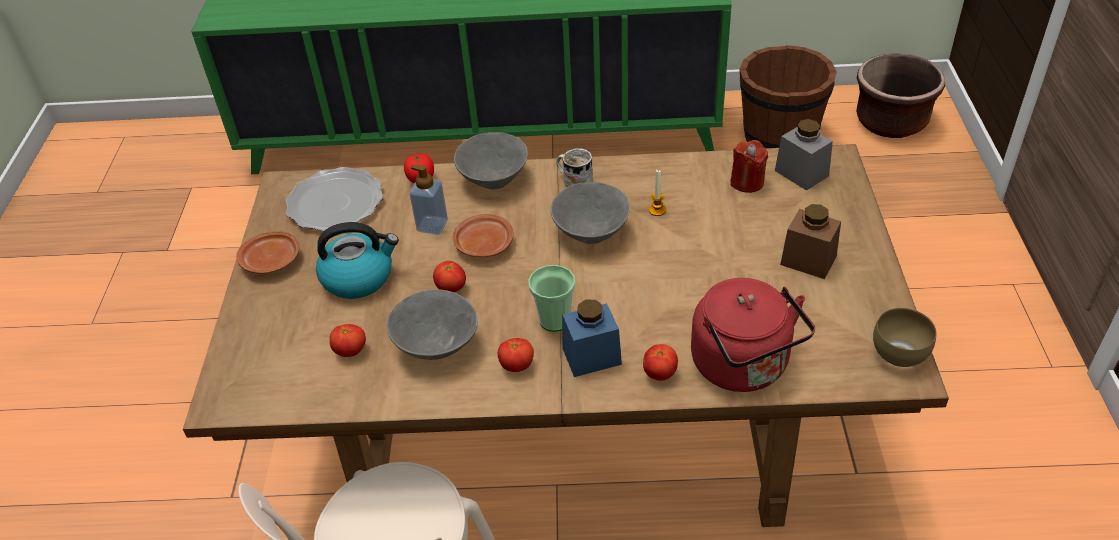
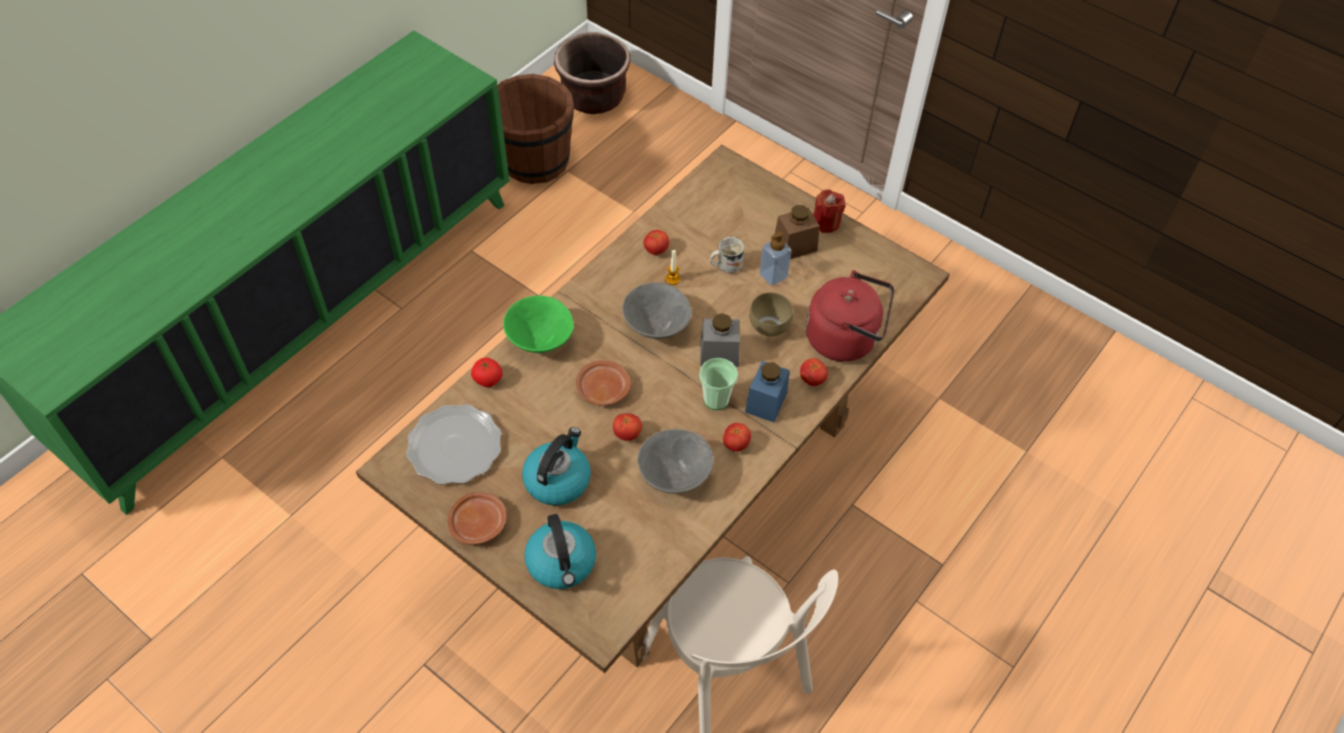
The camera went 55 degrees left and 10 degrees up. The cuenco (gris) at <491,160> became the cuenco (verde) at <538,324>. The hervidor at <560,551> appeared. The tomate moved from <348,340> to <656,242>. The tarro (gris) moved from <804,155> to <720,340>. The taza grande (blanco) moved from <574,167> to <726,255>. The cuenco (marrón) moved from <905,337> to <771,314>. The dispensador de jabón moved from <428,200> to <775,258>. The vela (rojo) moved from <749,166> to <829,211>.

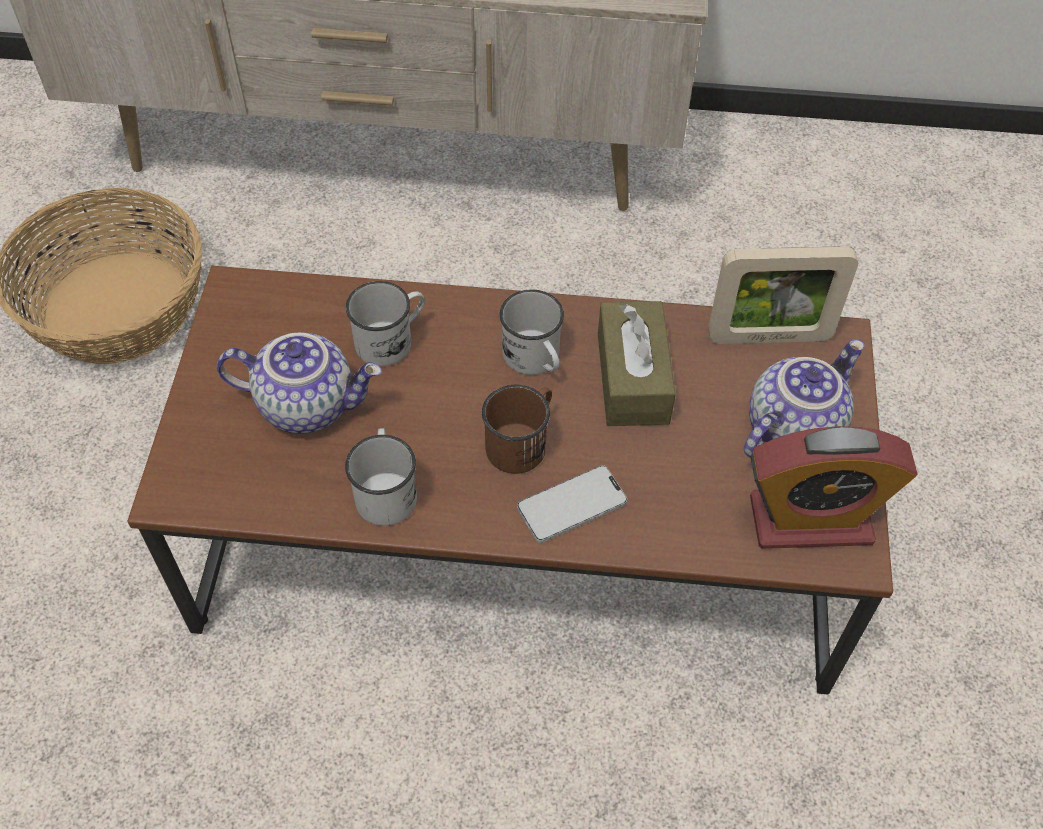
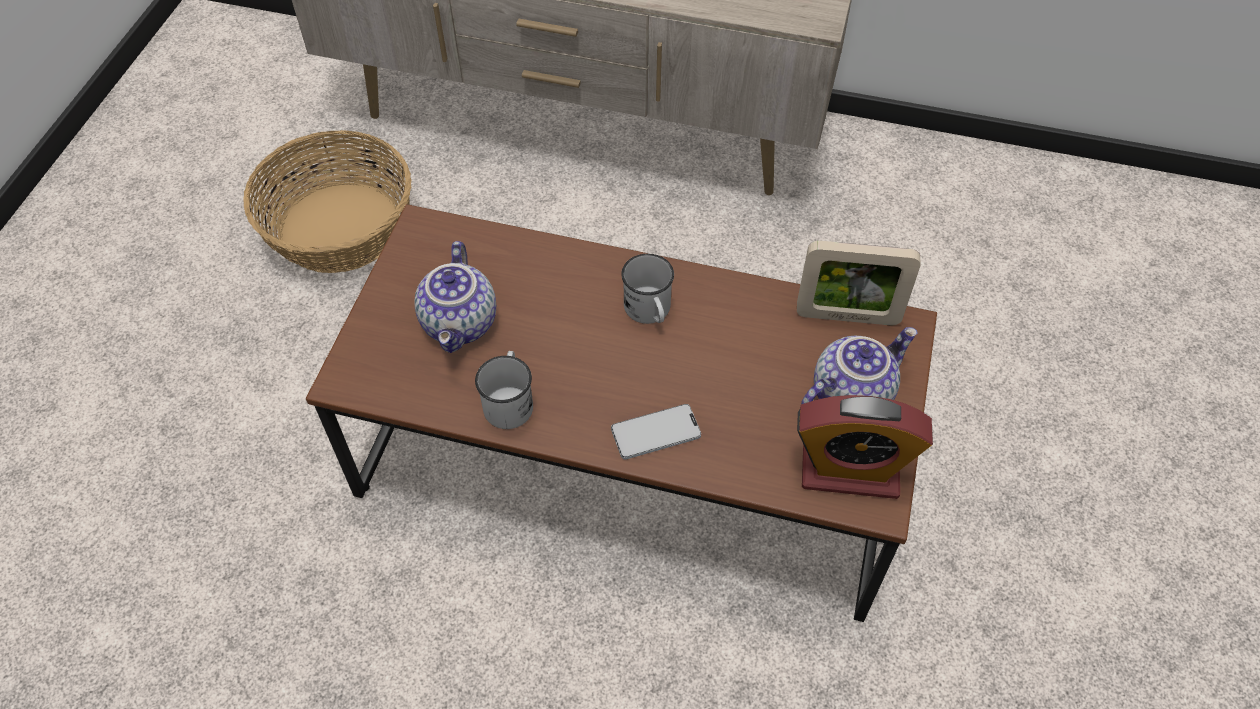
The camera went 10 degrees right and 0 degrees up. The tetera at <299,383> turned 75 degrees clockwise. The taza grande (blanco) at <385,323> disappeared. The taza grande (marrón) at <517,429> disappeared. The caja de pañuelos (marrón) at <637,363> disappeared.

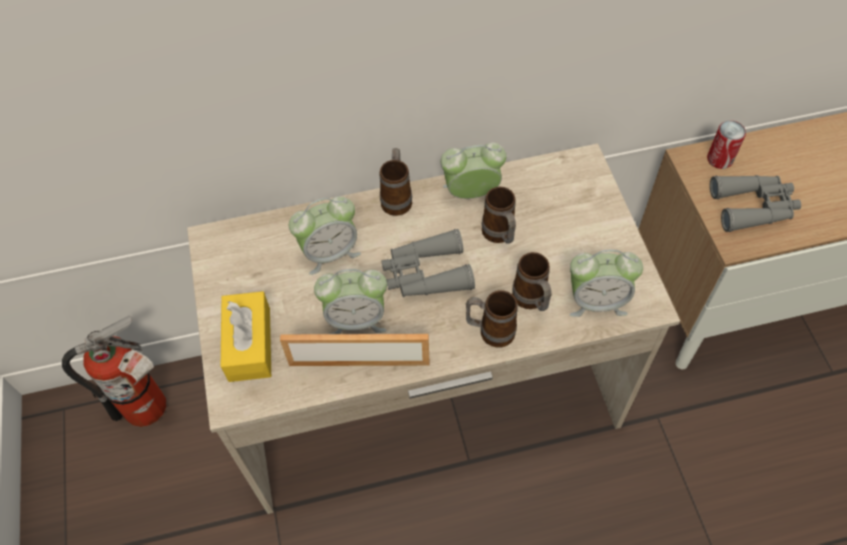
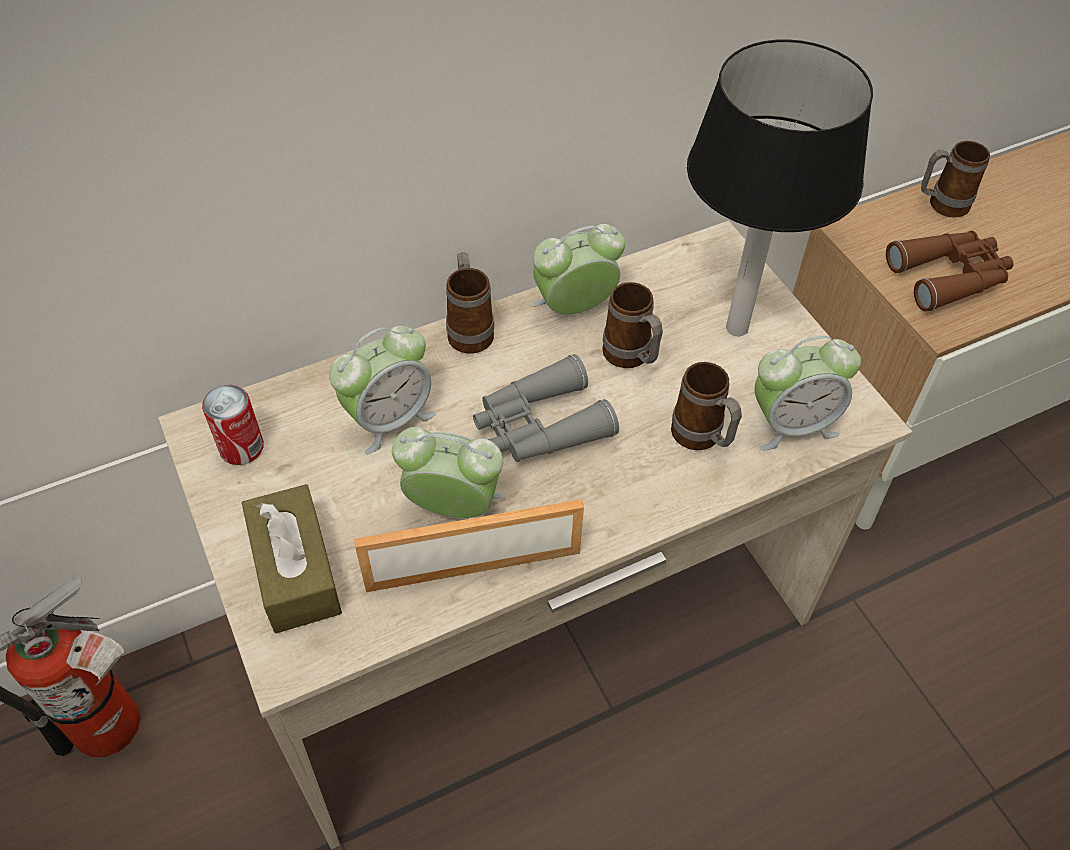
The camera went 15 degrees left and 5 degrees down. The lata moved from <726,145> to <233,425>. The caja de pañuelos (amarillo) at <246,336> became the caja de pañuelos (marrón) at <292,558>. The despertador at <350,301> turned 150 degrees counterclockwise. The lámpara de mesa at <780,187> appeared. The prismáticos (gris) at <755,203> became the prismáticos (marrón) at <950,271>. The taza grande moved from <492,319> to <955,179>.

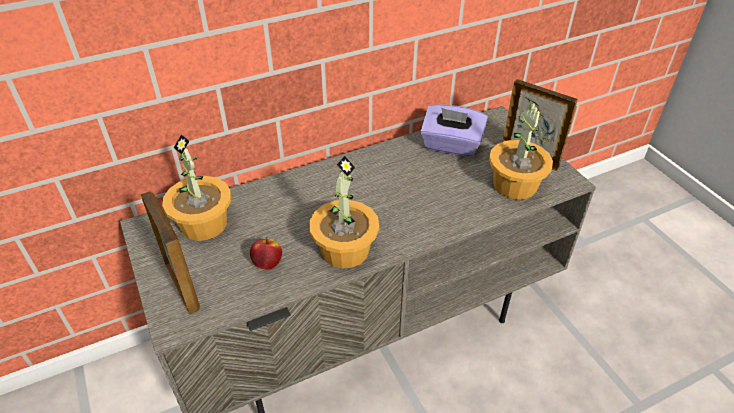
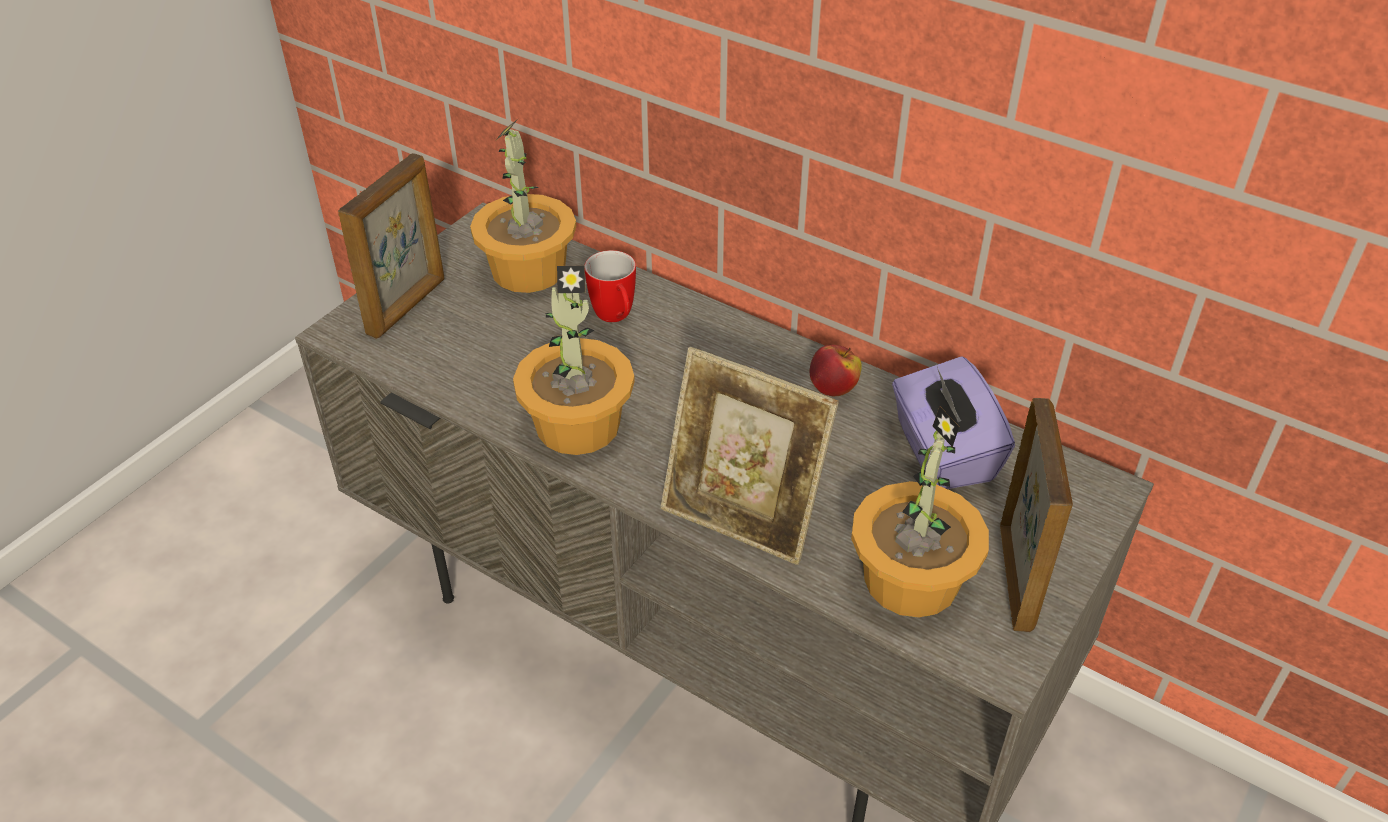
The camera went 60 degrees right and 0 degrees up. The taza grande at <610,286> appeared. The portarretratos at <750,456> appeared. The manzana moved from <266,253> to <836,370>.

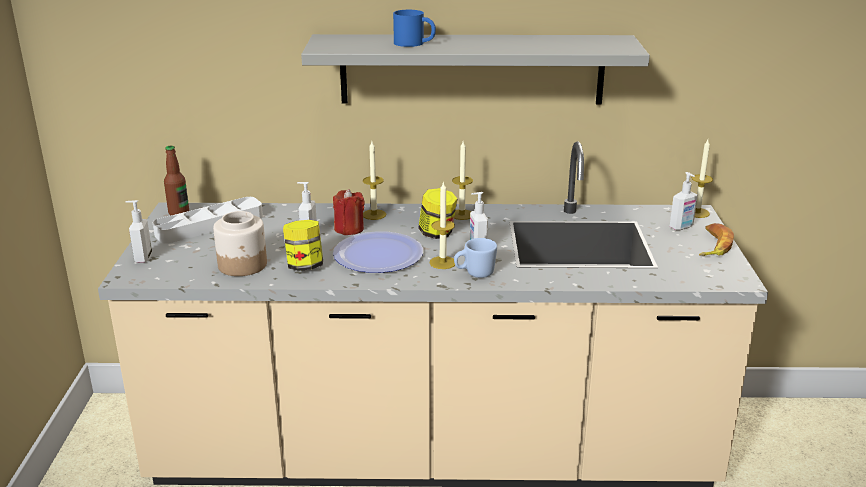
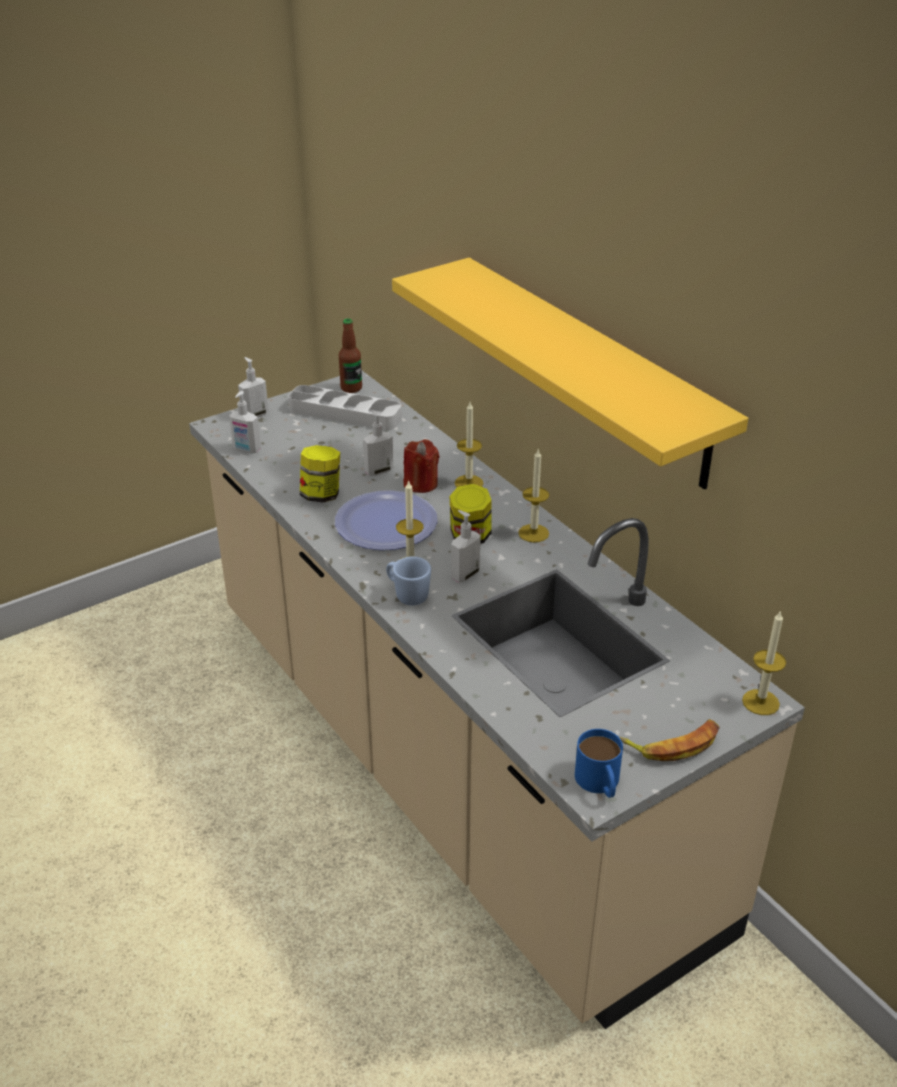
The camera went 55 degrees right and 10 degrees up. The dispensador de jabón moved from <684,201> to <245,422>. The estante (gris) at <475,69> became the estante (amarillo) at <570,374>. The taza grande (azul) moved from <414,28> to <599,763>. The tarro at <240,243> disappeared.

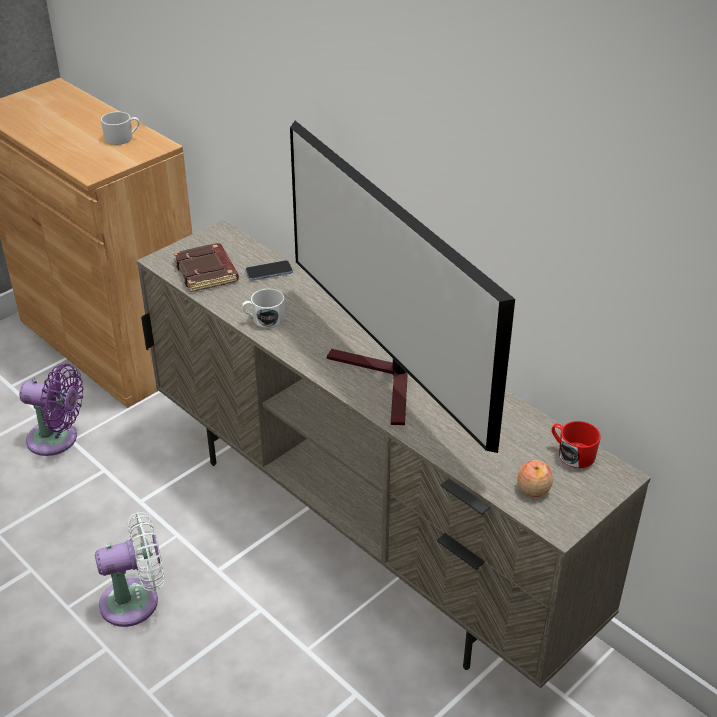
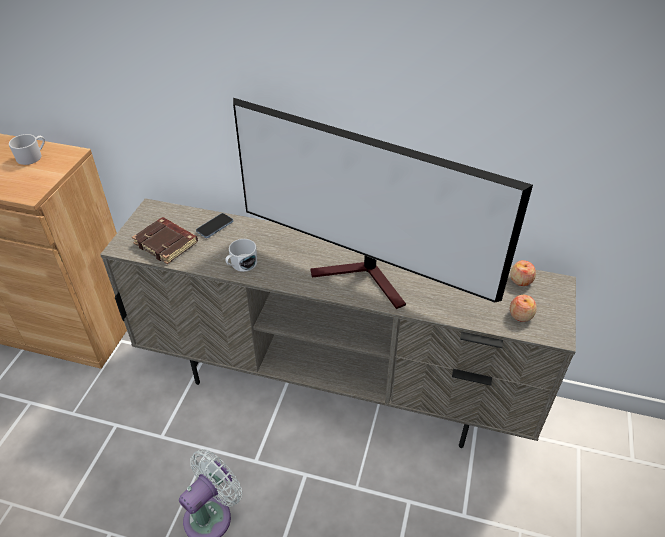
The camera went 30 degrees left and 5 degrees up. The taza grande (rojo) at <576,444> was replaced by the manzana at <523,273>. The ventilador (morado) at <51,410> disappeared.

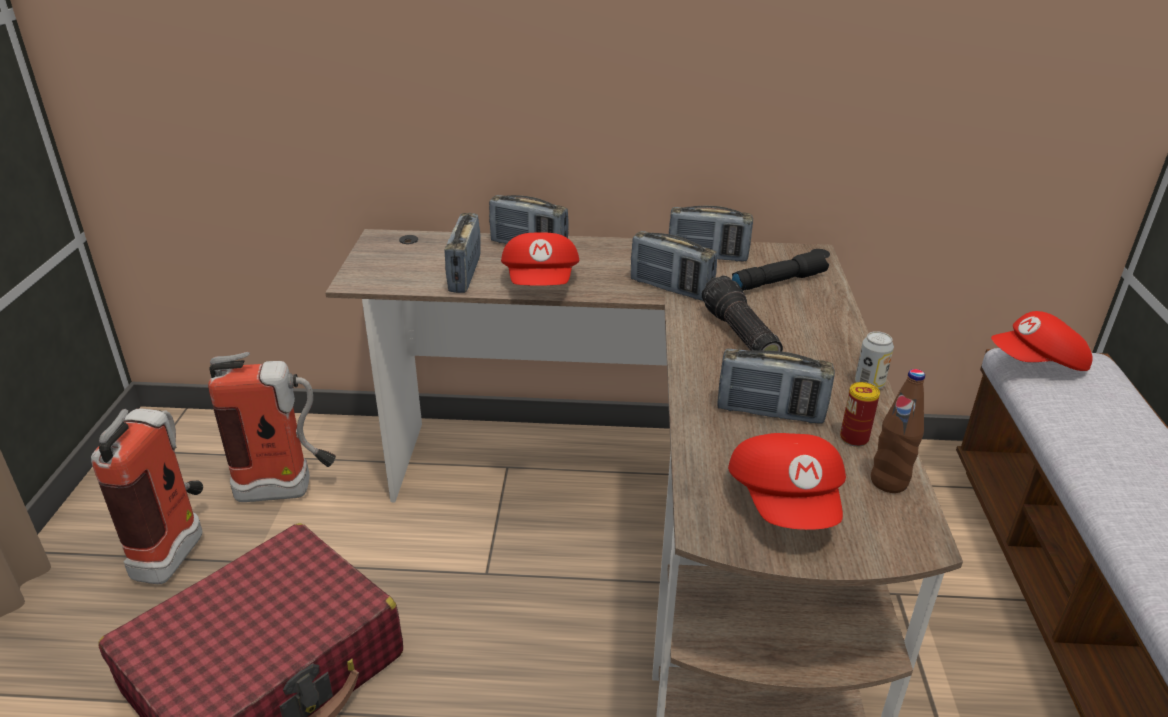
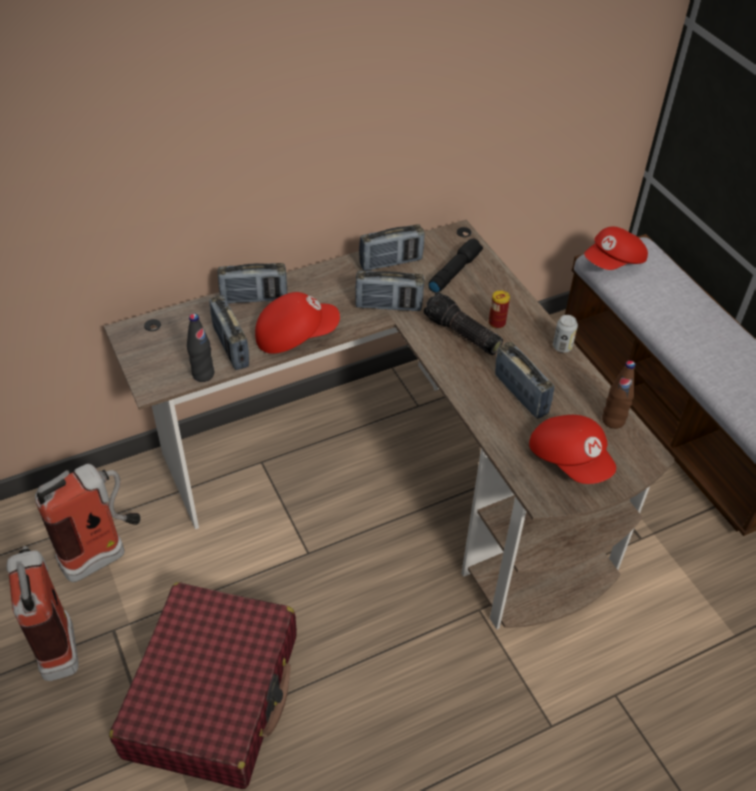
The camera went 30 degrees left and 15 degrees up. The botella (negro) at <200,348> appeared. The gorra (rojo) at <540,259> turned 75 degrees counterclockwise. The lata moved from <860,414> to <499,309>. The radio at <776,386> turned 105 degrees counterclockwise.

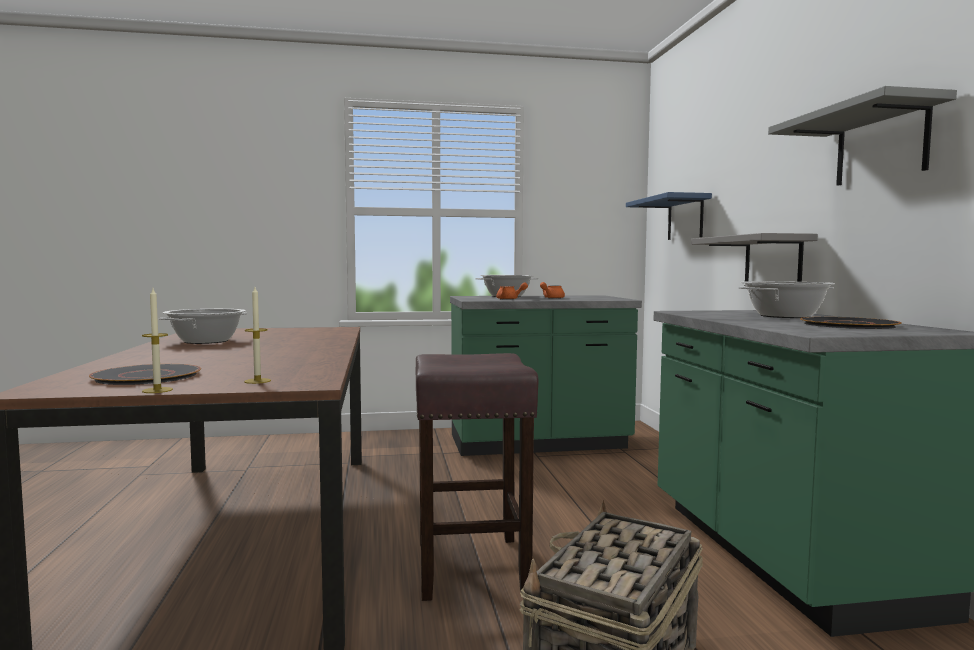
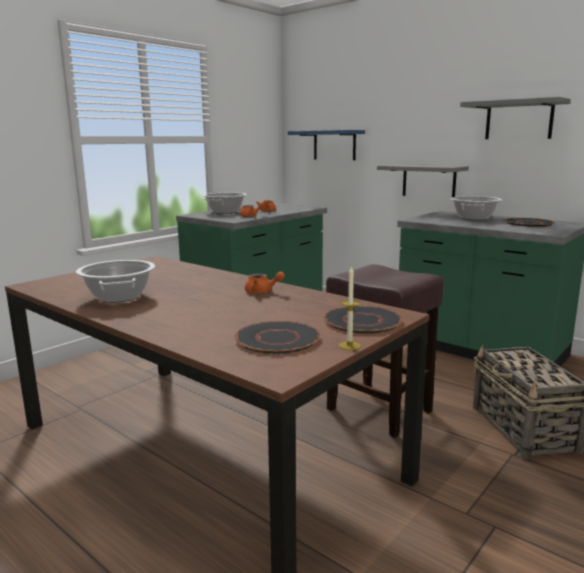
The camera went 40 degrees left and 10 degrees up. The tetera (naranja) at <265,283> appeared. The vela at <257,335> was replaced by the plato (negro) at <363,320>.

